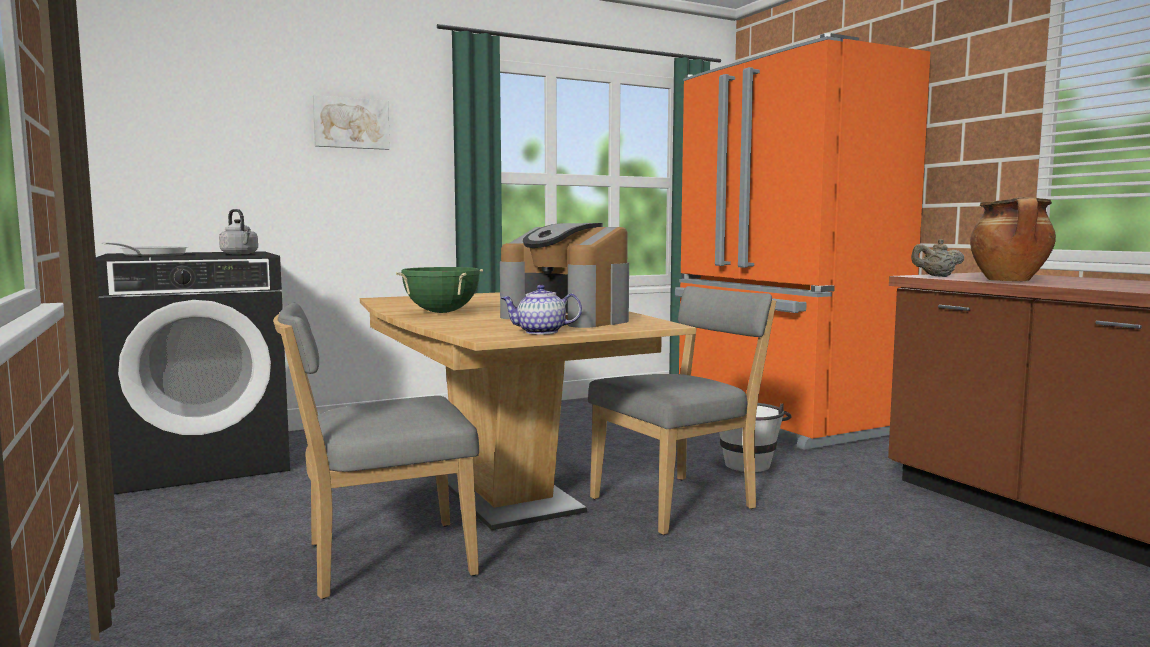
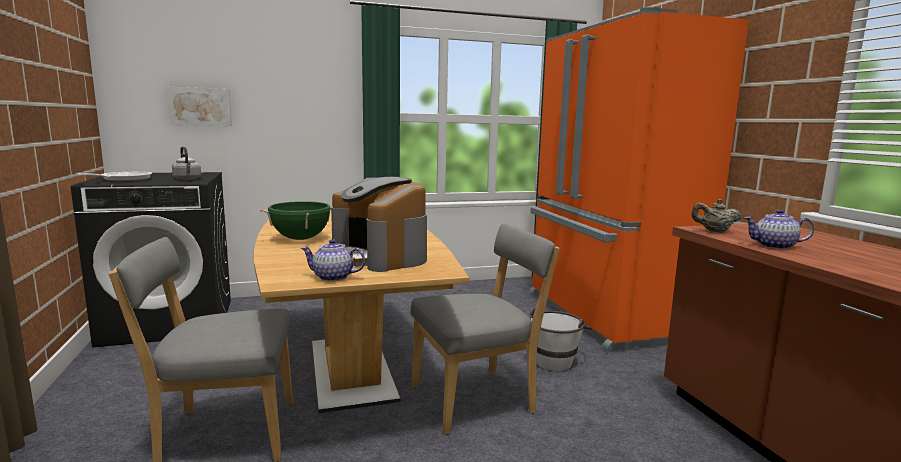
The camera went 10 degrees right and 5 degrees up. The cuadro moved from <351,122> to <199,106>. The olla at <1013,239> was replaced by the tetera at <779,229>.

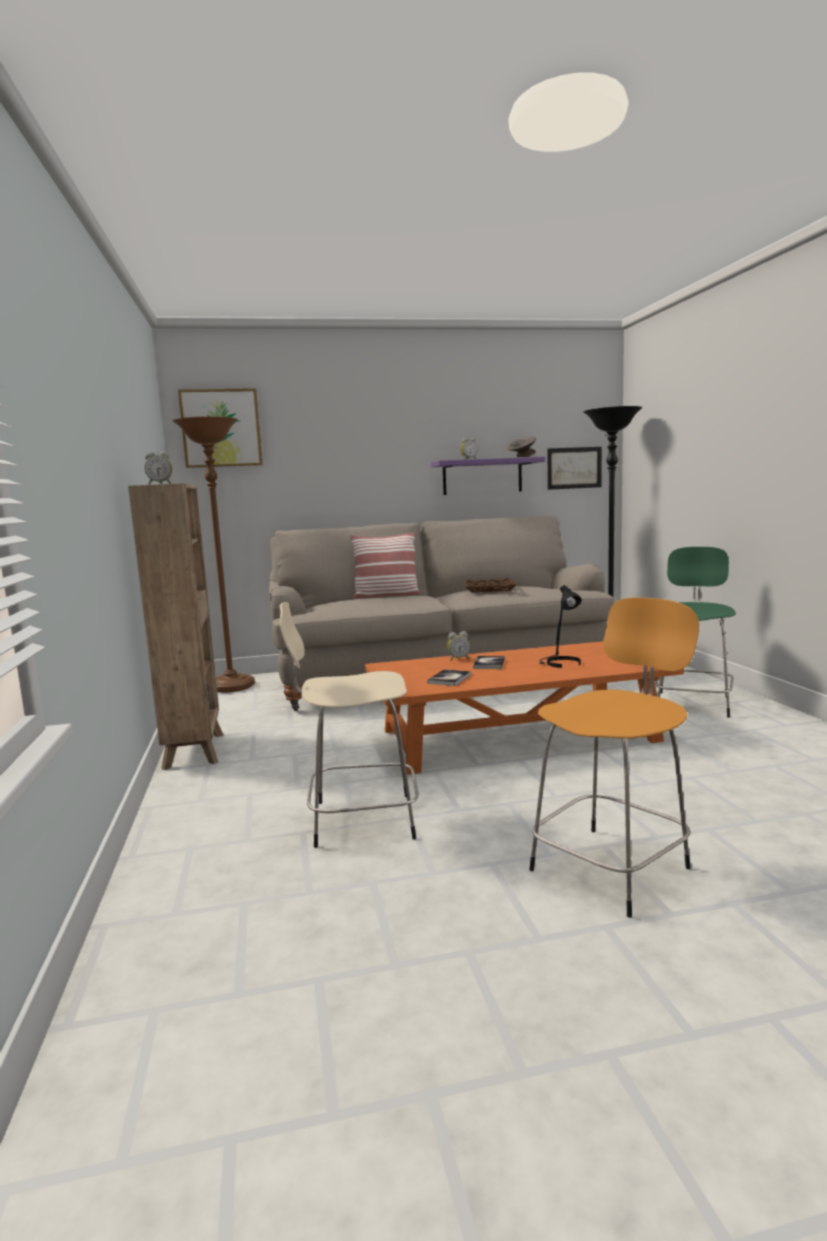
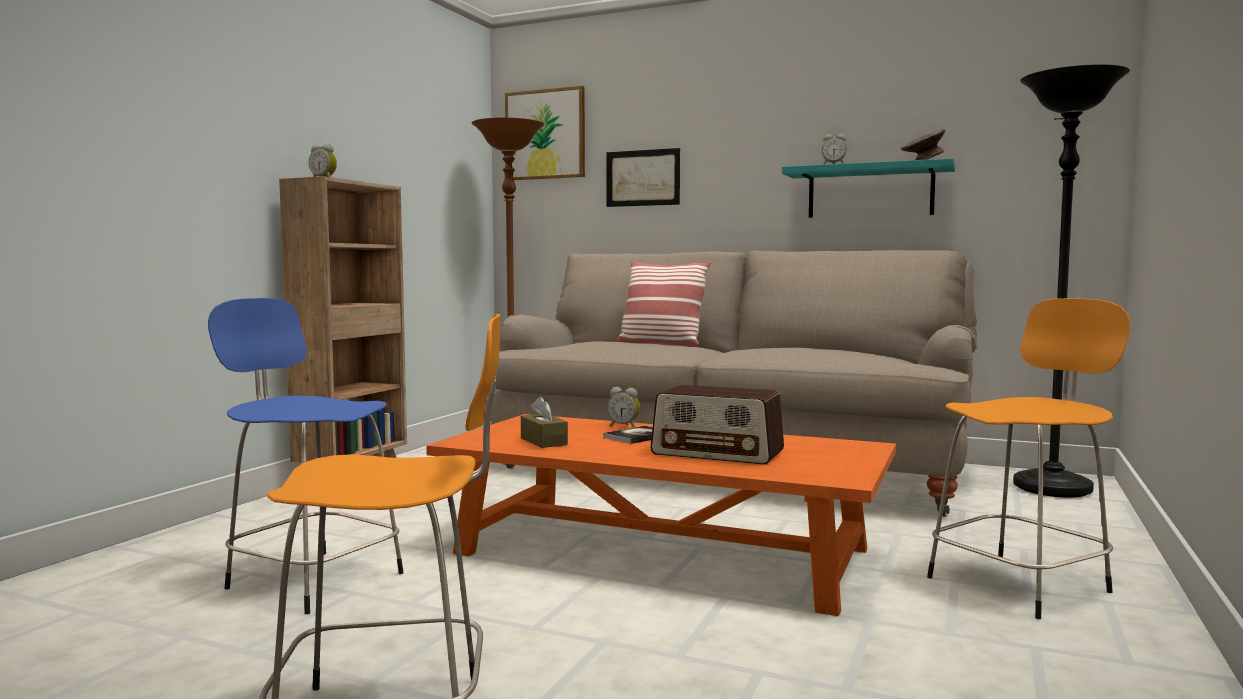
The camera went 35 degrees right and 5 degrees down. The taburete (beis) at <349,725> became the taburete (azul) at <306,456>. The libro at <449,677> was replaced by the caja de pañuelos (marrón) at <544,422>. The cuadro moved from <575,468> to <643,177>. The lámpara de mesa (negro) at <560,626> was replaced by the radio at <717,425>. The estante (morado) at <488,476> became the estante (turquesa) at <869,188>. The taburete (verde) at <696,632> became the taburete (naranja) at <1028,458>. The bandeja (marrón) at <490,585> disappeared.

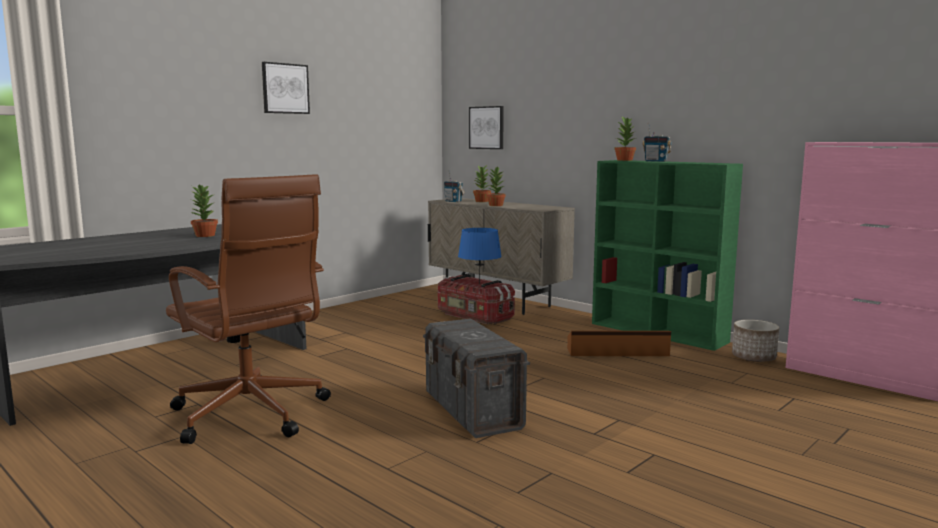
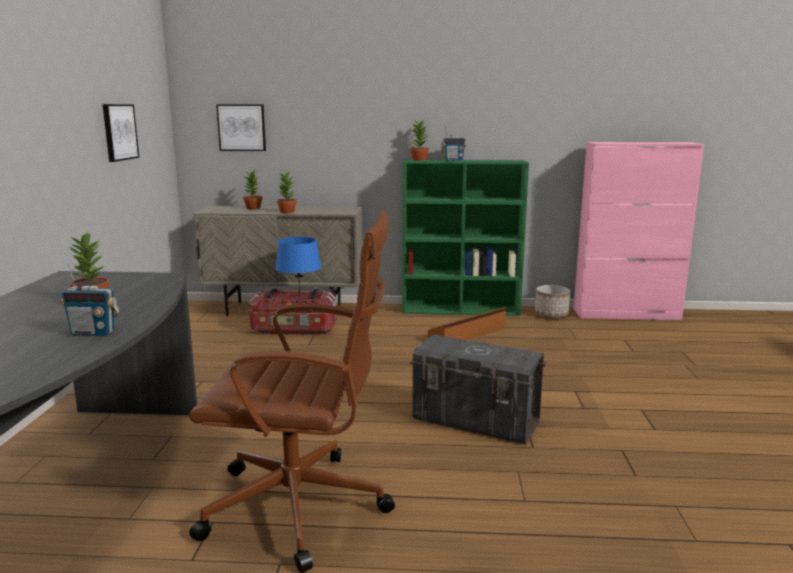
The camera went 40 degrees left and 5 degrees up. The radio moved from <454,186> to <90,300>. The cuadro moved from <286,88> to <120,133>.

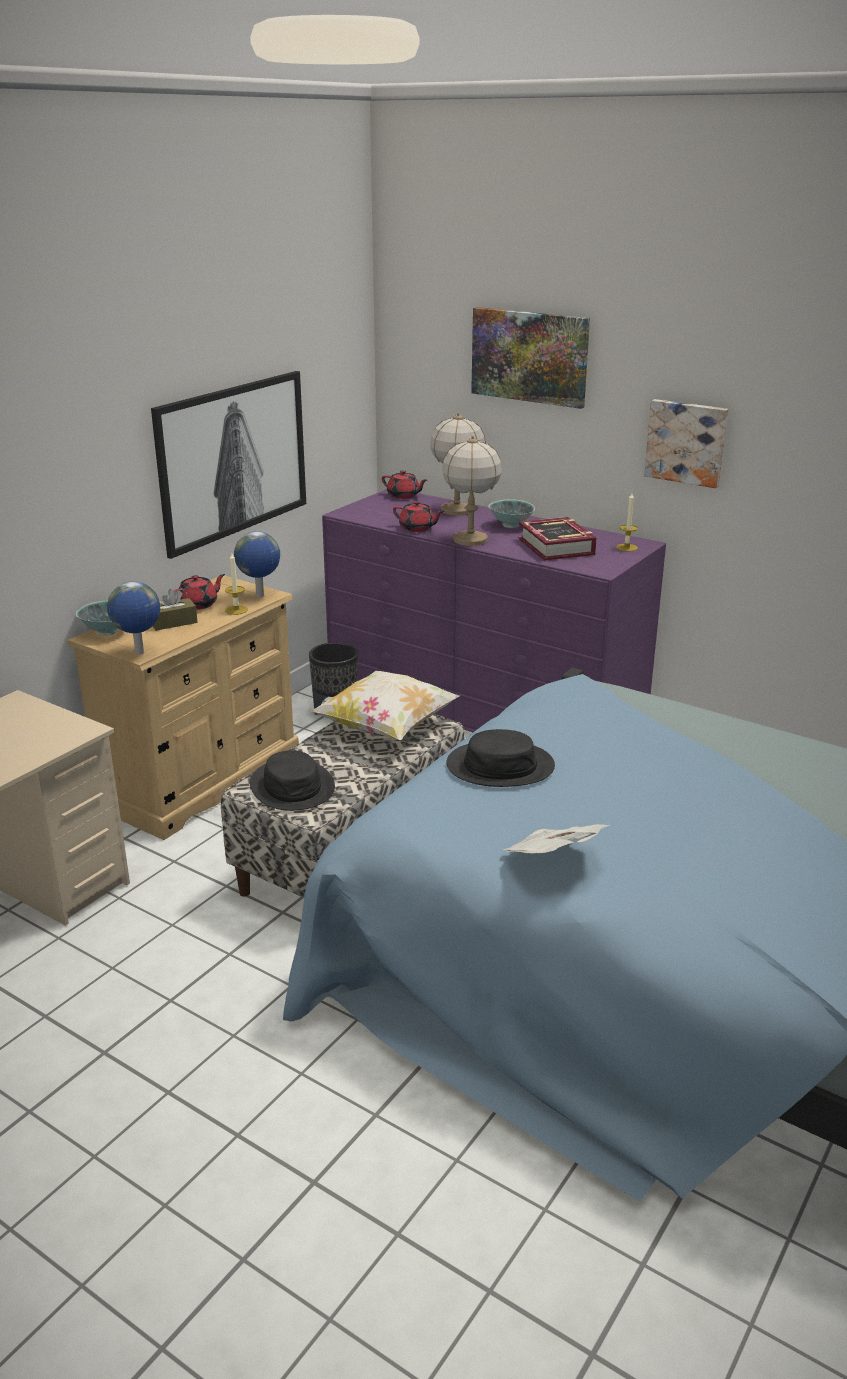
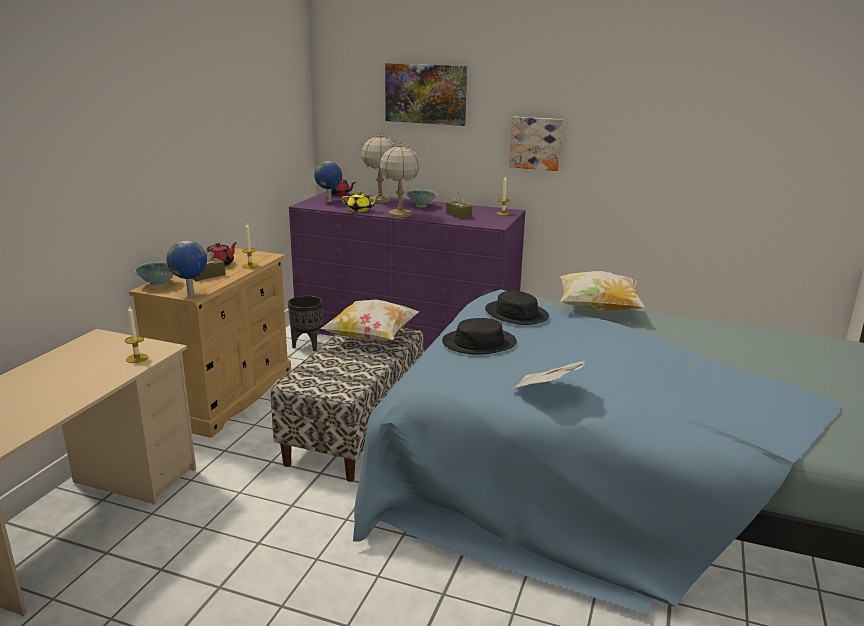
The camera went 15 degrees left and 5 degrees down. The vela at <137,334> appeared. The globo terráqueo moved from <257,564> to <328,181>. The tetera (rojo) at <418,516> became the tetera (amarillo) at <360,201>. The libro at <557,539> was replaced by the caja de pañuelos (marrón) at <459,206>. The sombrero (negro) moved from <292,780> to <517,308>. The cojín at <603,291> appeared. The cuadro at <228,465> disappeared.

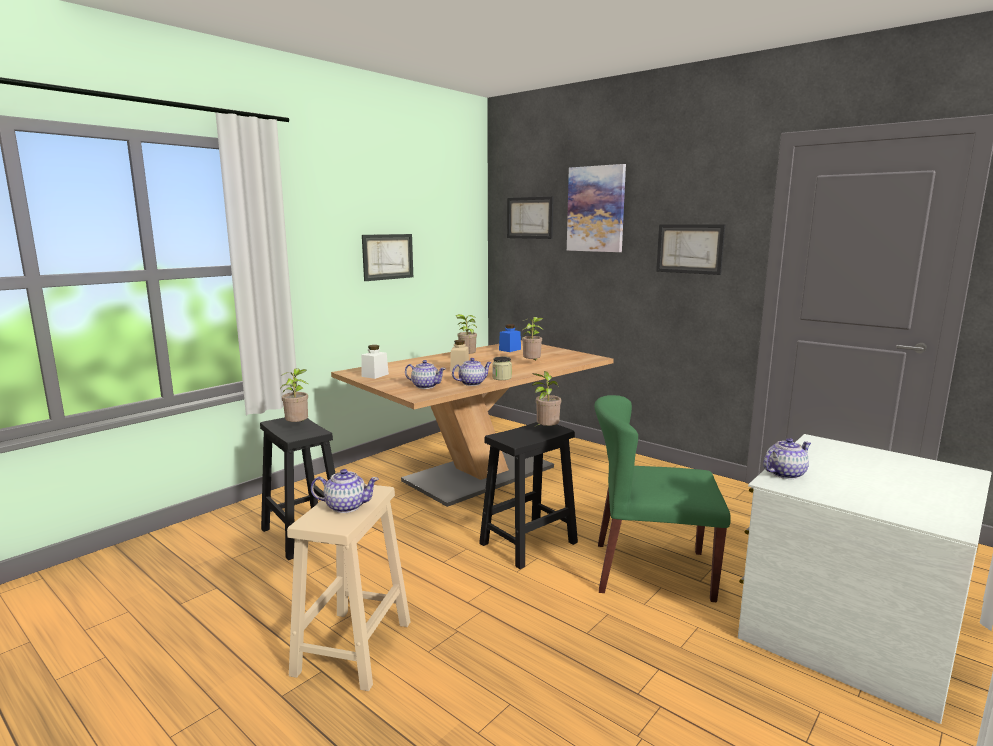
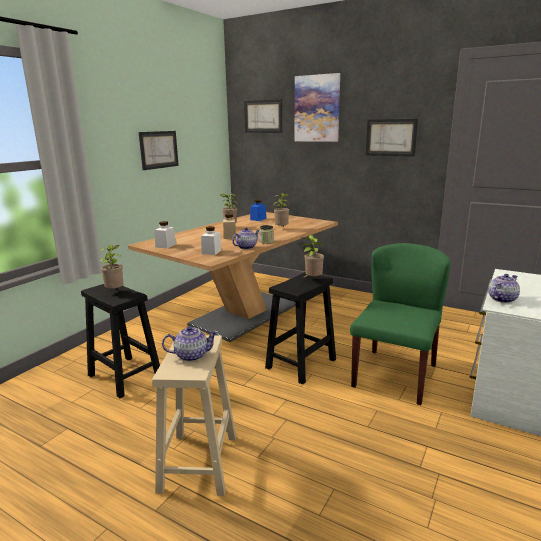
The camera went 10 degrees left and 5 degrees up. The tetera at <425,374> was replaced by the tarro (blanco) at <211,240>. The silla (verde) at <662,498> turned 120 degrees clockwise.

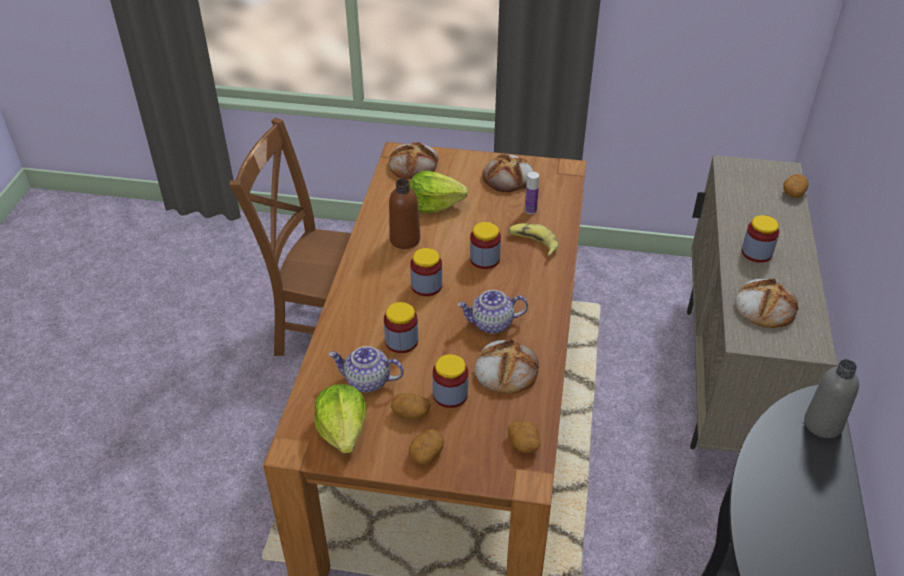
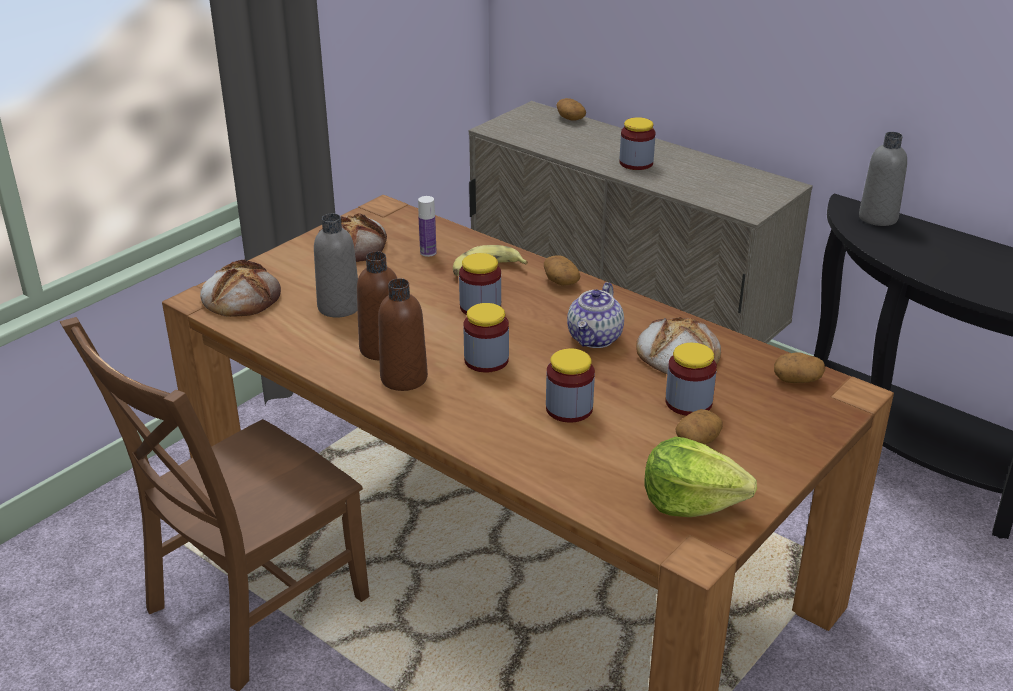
The camera went 60 degrees left and 10 degrees down. The lechuga at <438,192> was replaced by the botella (gris) at <336,265>. The botella (marrón) at <403,334> appeared. The patata moved from <426,447> to <562,270>. The tetera at <366,369> disappeared. The pan at <766,303> disappeared.

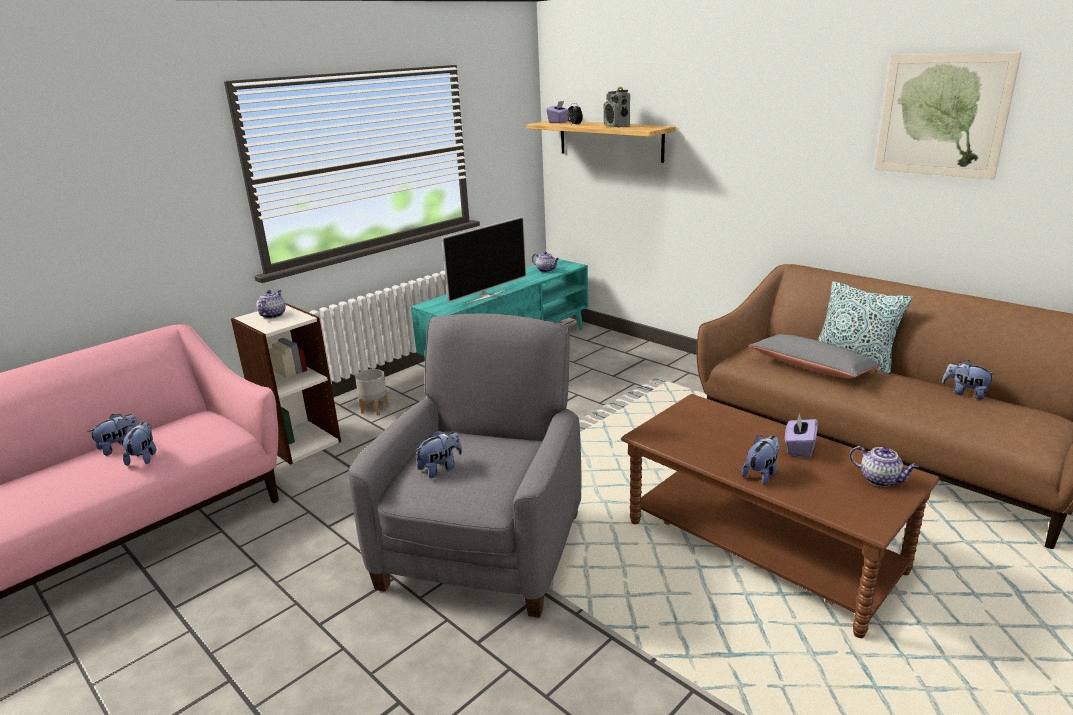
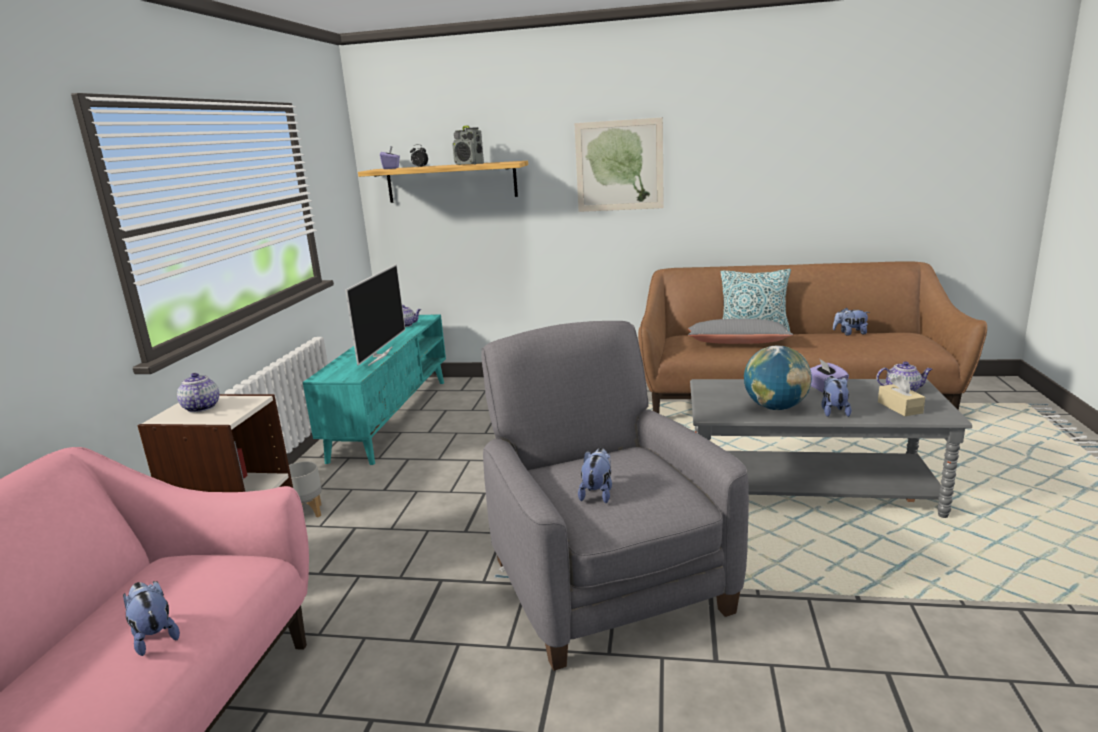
The camera went 35 degrees left and 5 degrees down. The cuadro moved from <948,116> to <619,164>. The mesa de centro (marrón) at <780,516> became the mesa de centro (gris) at <831,448>. The globo terráqueo at <778,378> appeared. The caja de pañuelos (beis) at <901,395> appeared. The peluche at <113,435> disappeared.

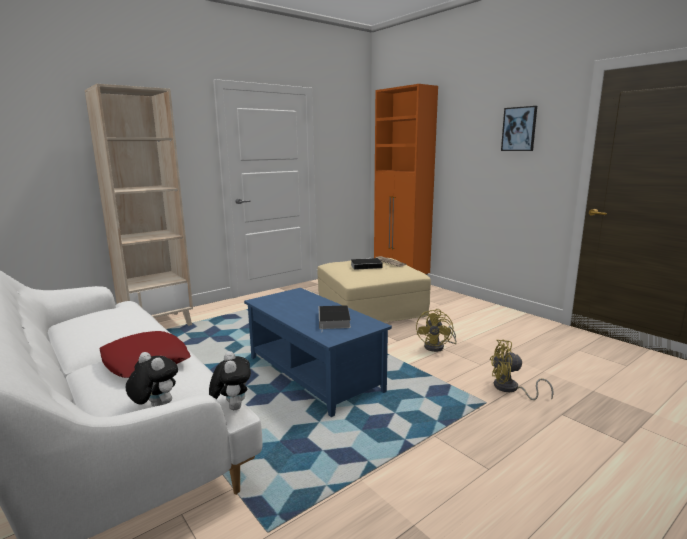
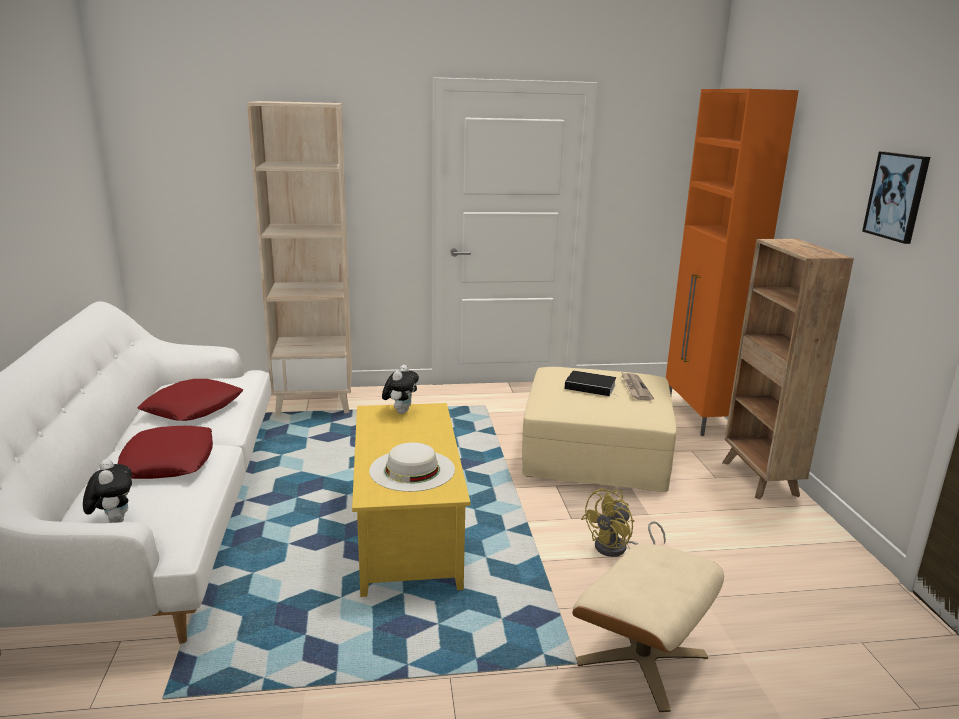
The camera went 30 degrees right and 5 degrees up. The cojín (rojo) at <190,400> appeared. The mesa de centro (azul) at <318,352> became the mesa de centro (amarillo) at <411,500>. The libro at <335,318> was replaced by the sombrero (blanco) at <412,467>. The peluche moved from <230,380> to <400,389>. The ventilador (amarillo) at <522,370> was replaced by the puf (beis) at <648,627>. The estantería (marrón) at <788,369> appeared.

